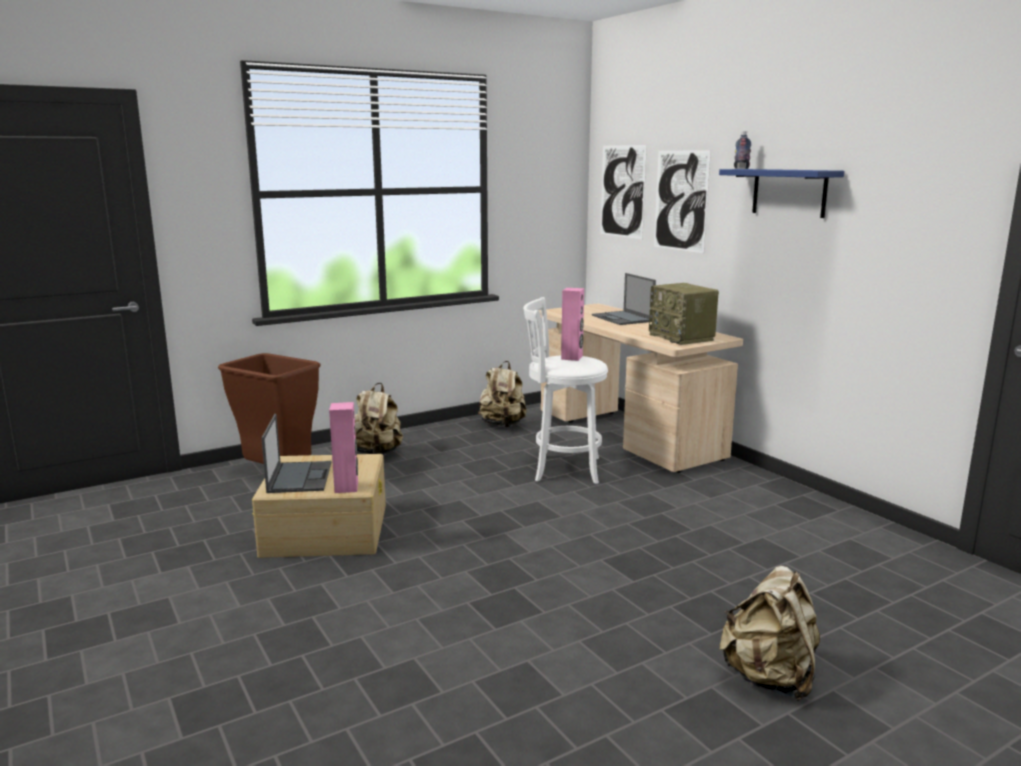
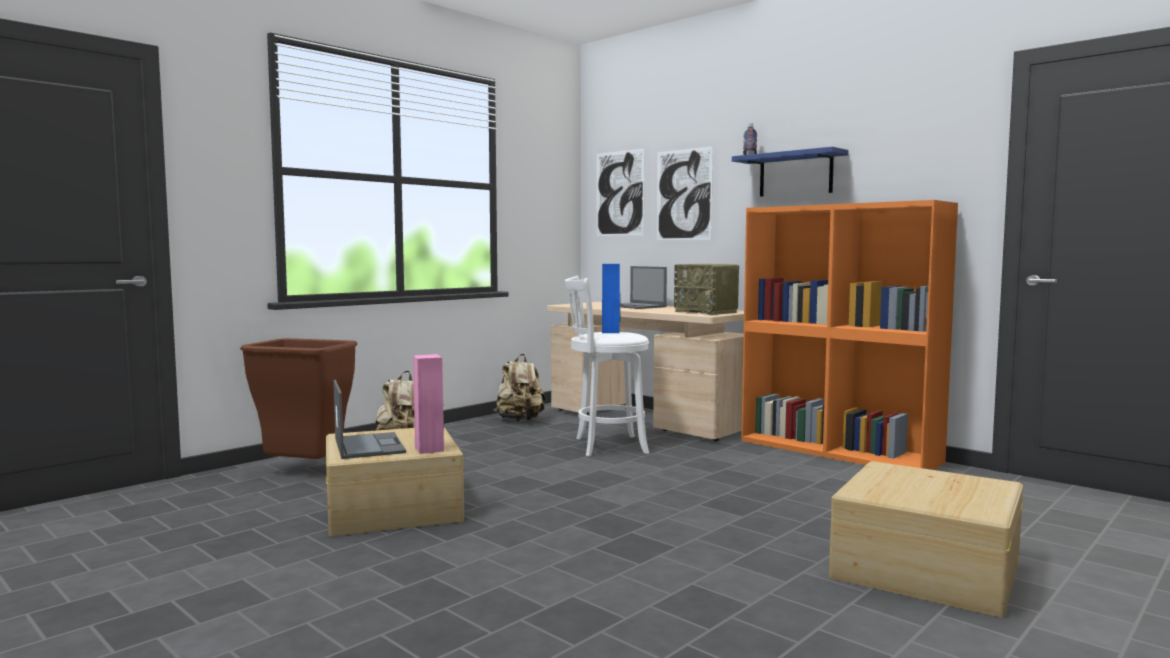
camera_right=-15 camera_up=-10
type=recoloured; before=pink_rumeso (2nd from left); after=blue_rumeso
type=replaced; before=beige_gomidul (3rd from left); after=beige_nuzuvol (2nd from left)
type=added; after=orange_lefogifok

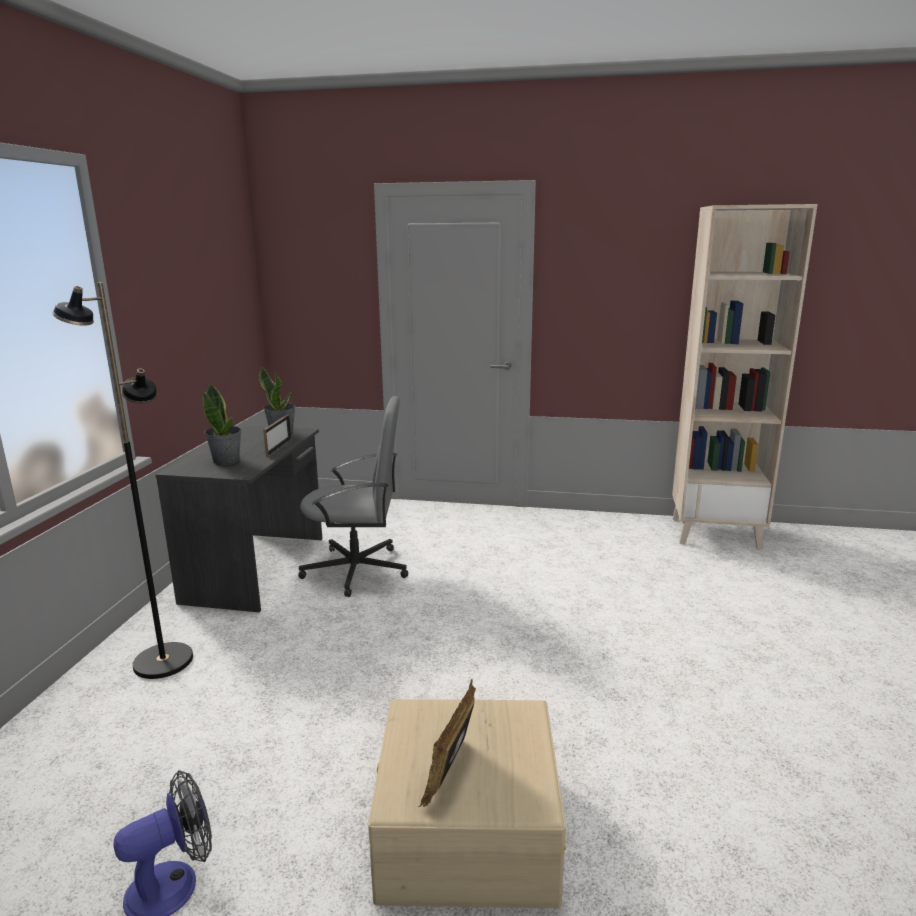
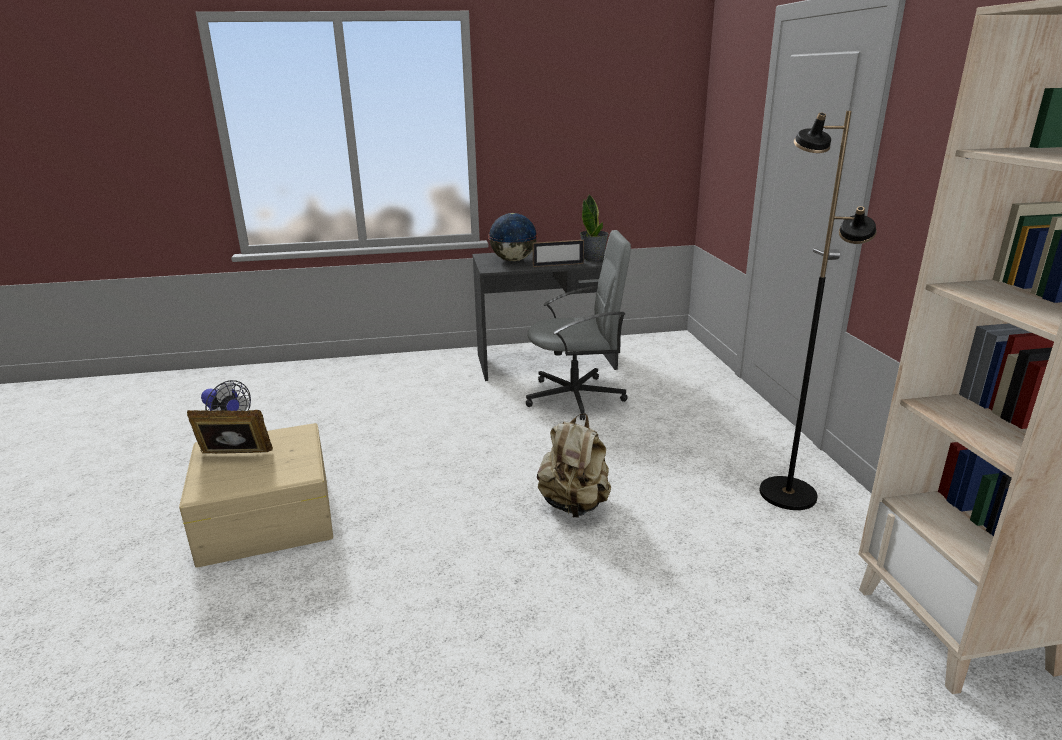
camera_right=70 camera_up=5
type=moved; before=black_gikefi
type=replaced; before=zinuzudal (1st from left); after=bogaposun
type=turned; before=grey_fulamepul; turn=-75
type=added; after=beige_gomidul

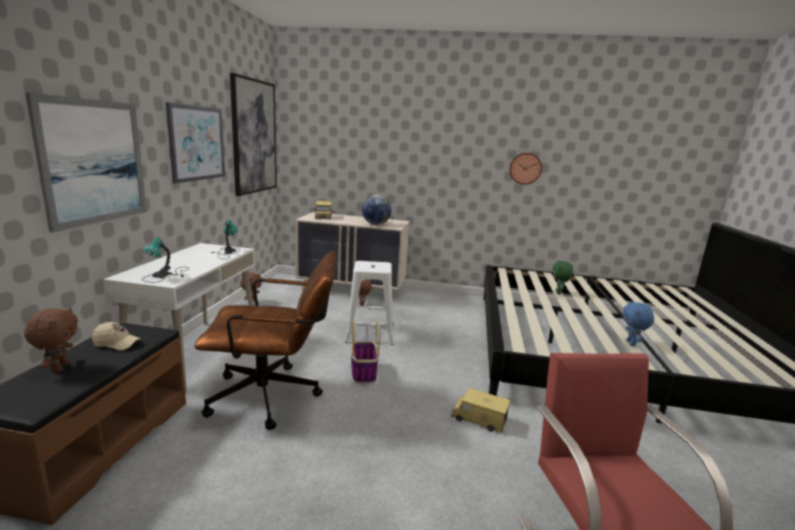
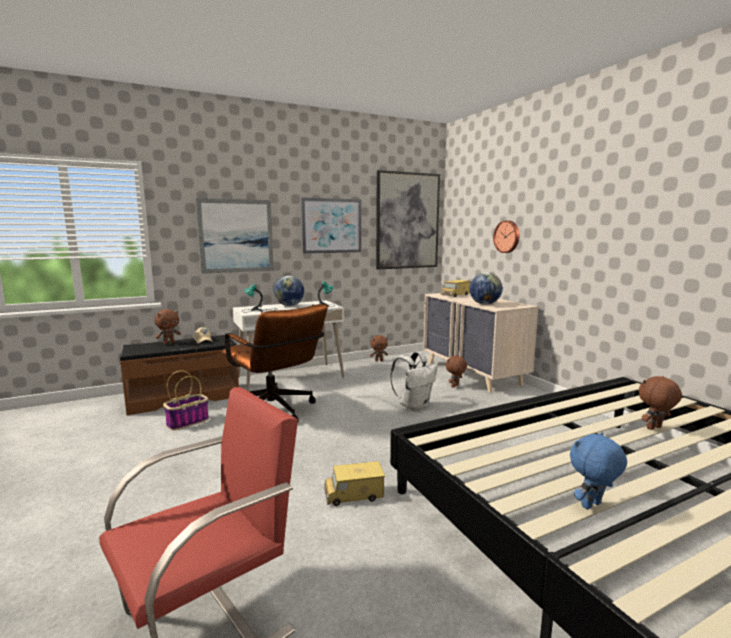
camera_right=55 camera_up=-5
type=moved; before=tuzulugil
type=replaced; before=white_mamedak; after=white_gomidul
type=recoloured; before=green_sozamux; after=brown_sozamux (4th from left)
type=moved; before=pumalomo
type=turned; before=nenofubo (2nd from left in the first image); turn=-90
type=added; after=bogaposun (1st from left)

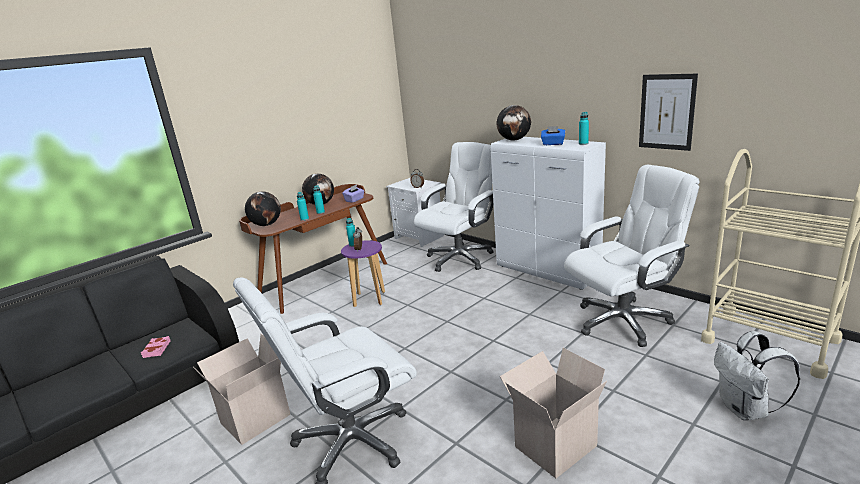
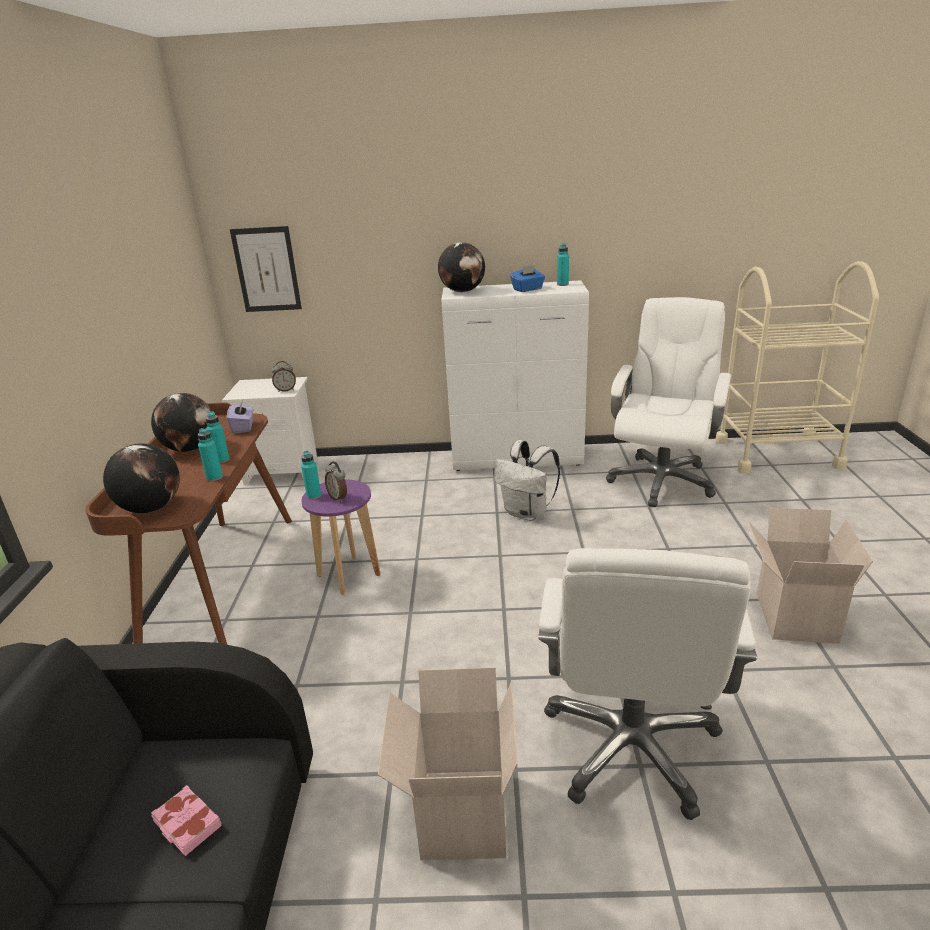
camera_right=-45 camera_up=5
type=moved; before=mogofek
type=removed; before=white_fulamepul (2nd from left)
type=moved; before=white_gomidul

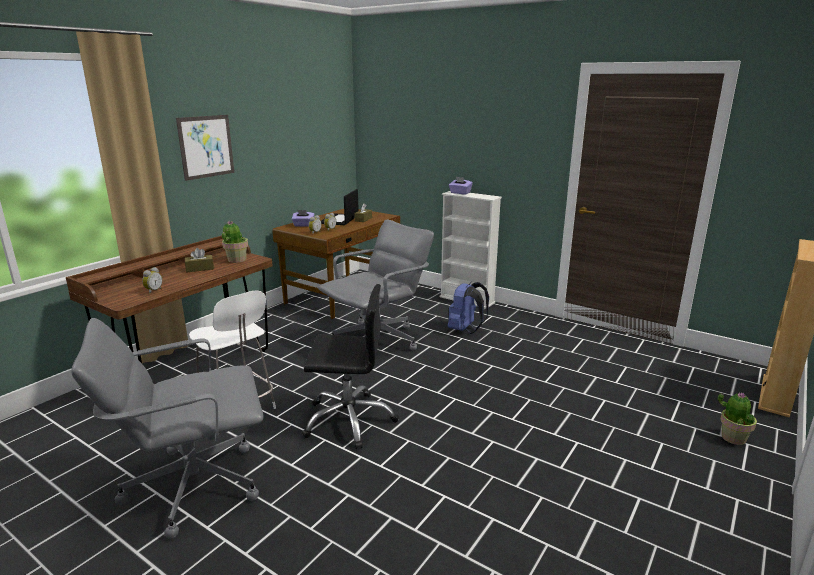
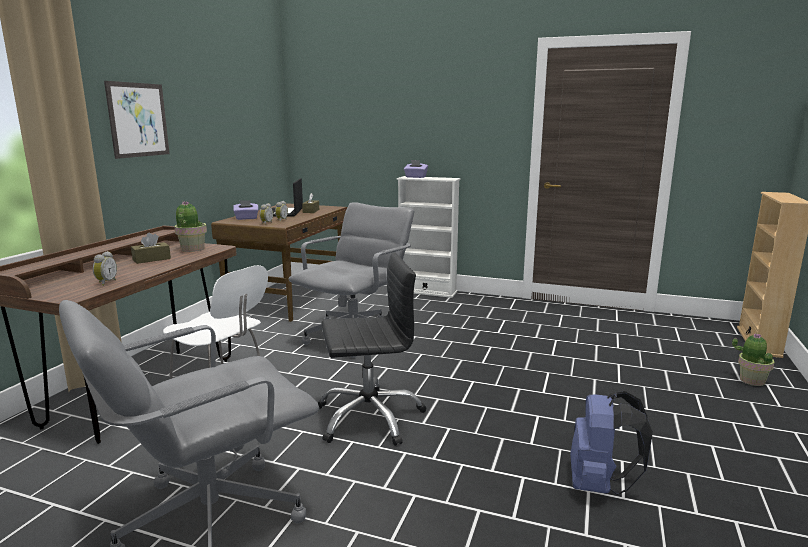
camera_right=-15 camera_up=-5
type=moved; before=blue_gomidul

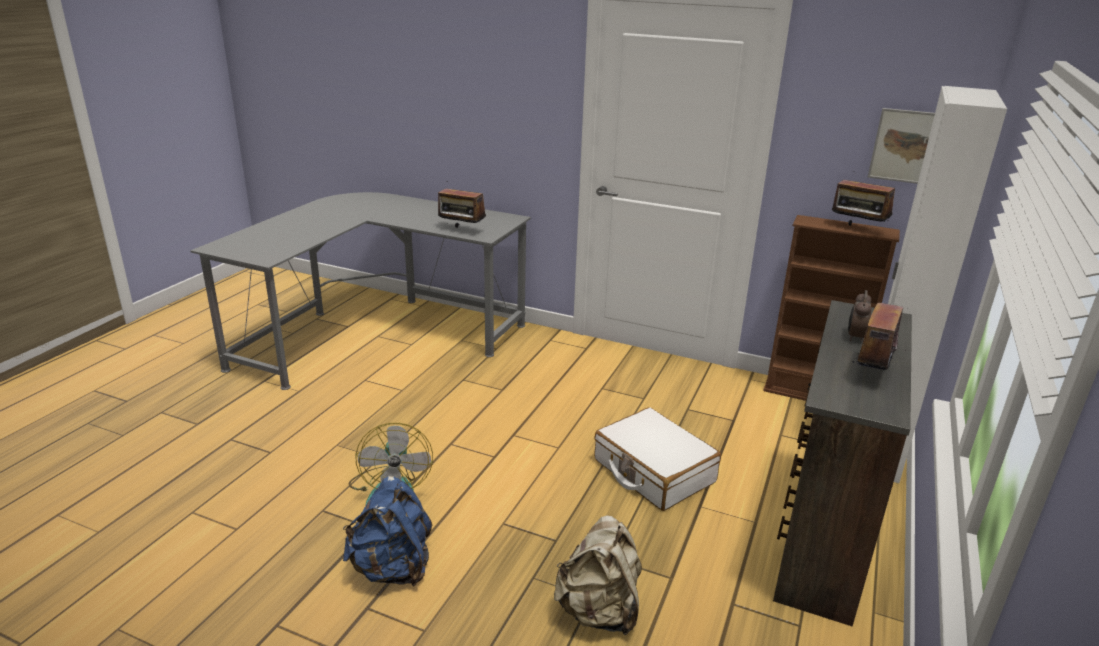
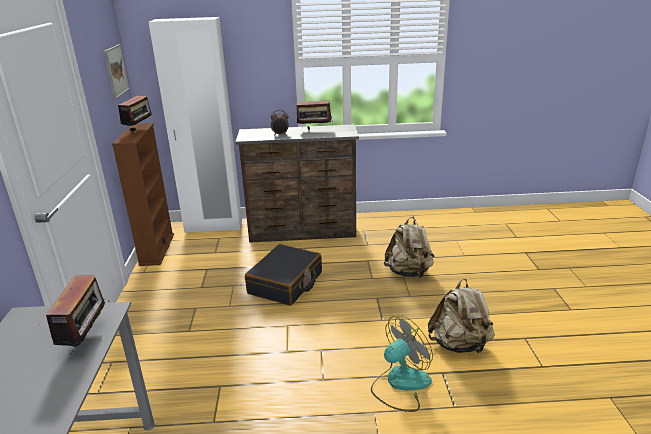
camera_right=-115 camera_up=0
type=recoloured; before=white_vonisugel; after=black_vonisugel
type=recoloured; before=blue_gomidul; after=beige_gomidul (2nd from left)

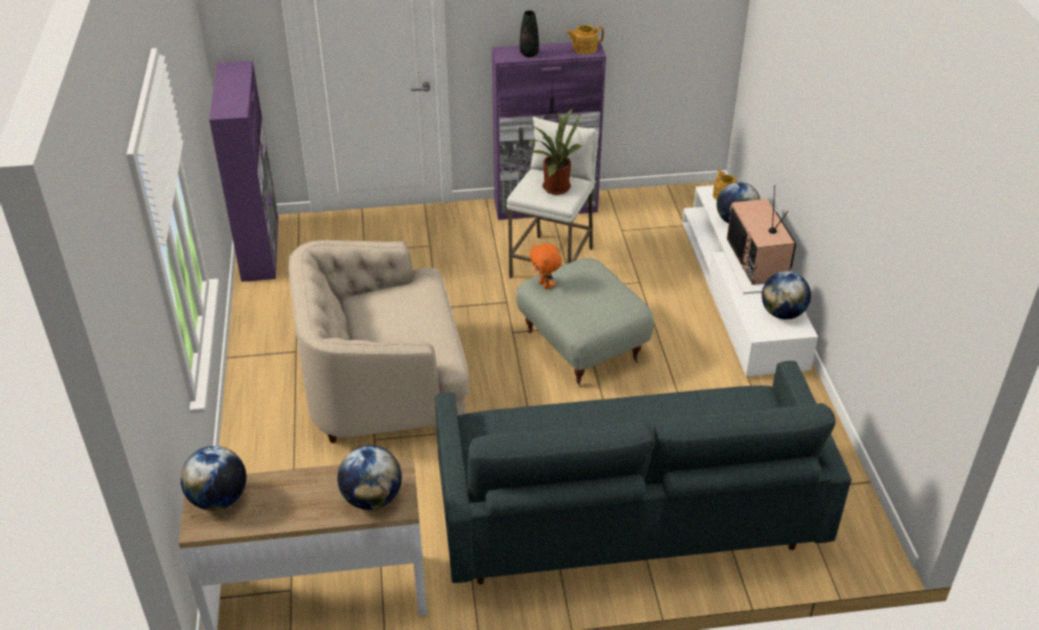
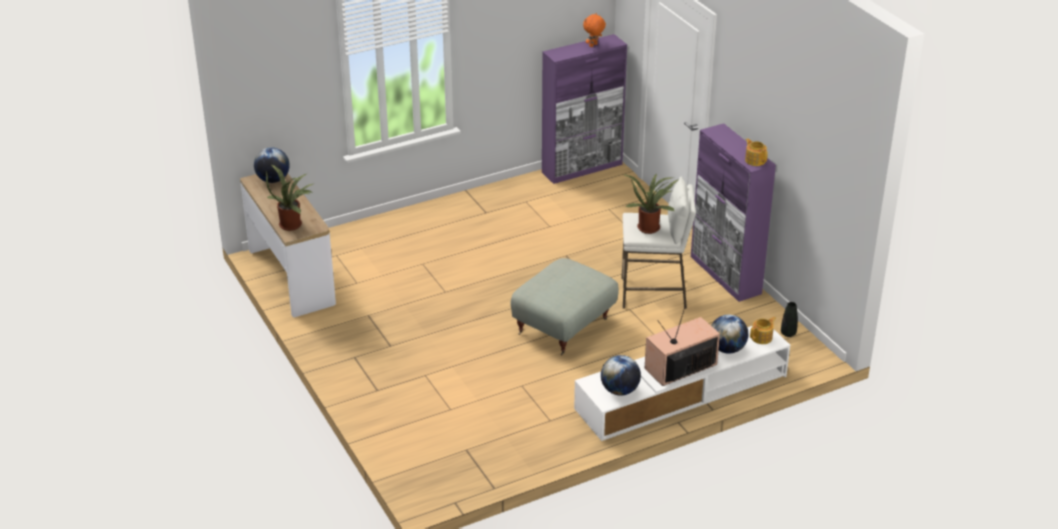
camera_right=70 camera_up=-5
type=moved; before=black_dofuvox
type=removed; before=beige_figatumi
type=moved; before=orange_sozamux
type=removed; before=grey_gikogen
type=replaced; before=bogaposun (2nd from left); after=zinuzudal (1st from left)

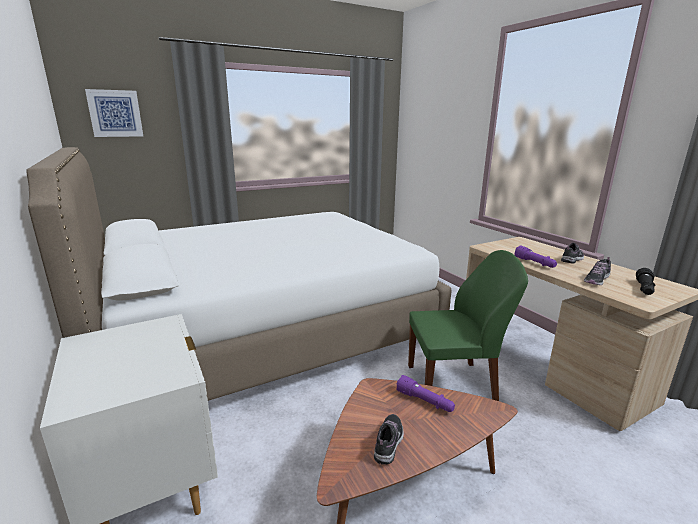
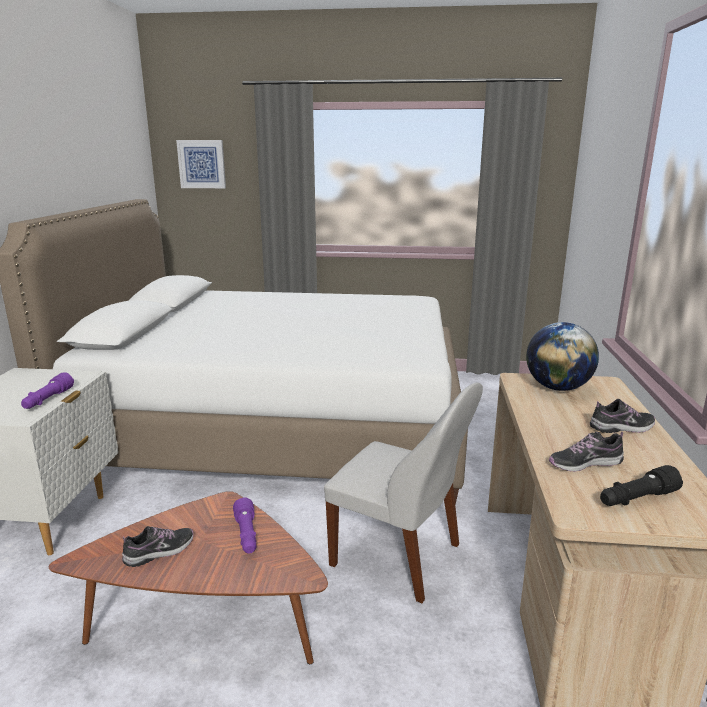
camera_right=35 camera_up=0
type=moved; before=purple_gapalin (2nd from left in the first image); after=purple_gapalin (1st from left)
type=recoloured; before=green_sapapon; after=white_sapapon
type=added; after=bogaposun

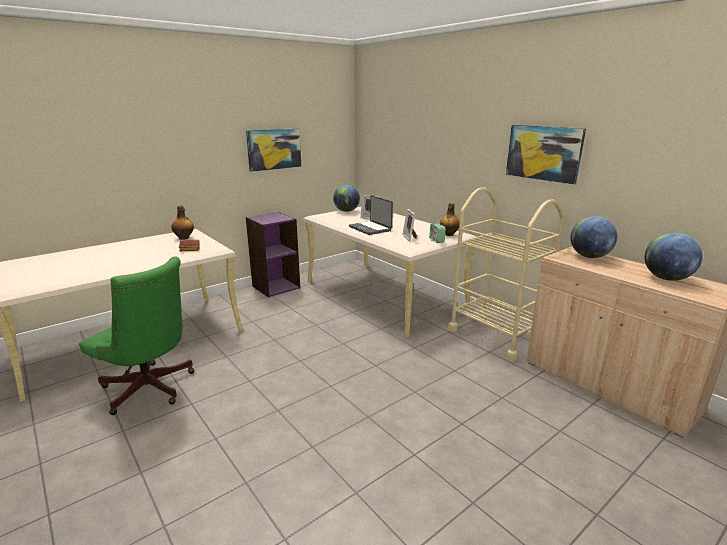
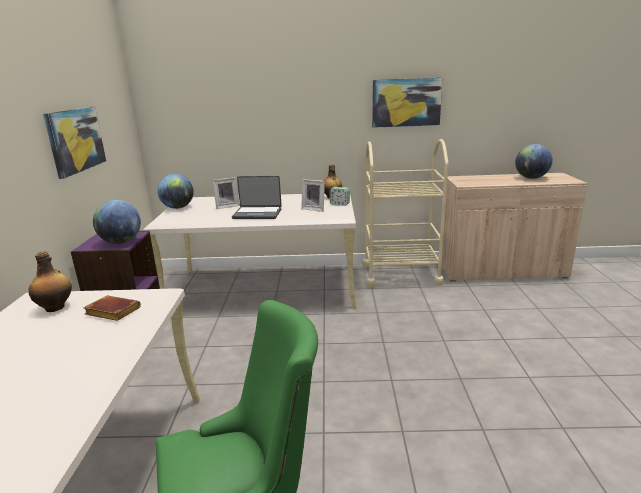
camera_right=-50 camera_up=0
type=moved; before=bogaposun (2nd from left in the first image); after=bogaposun (1st from left)

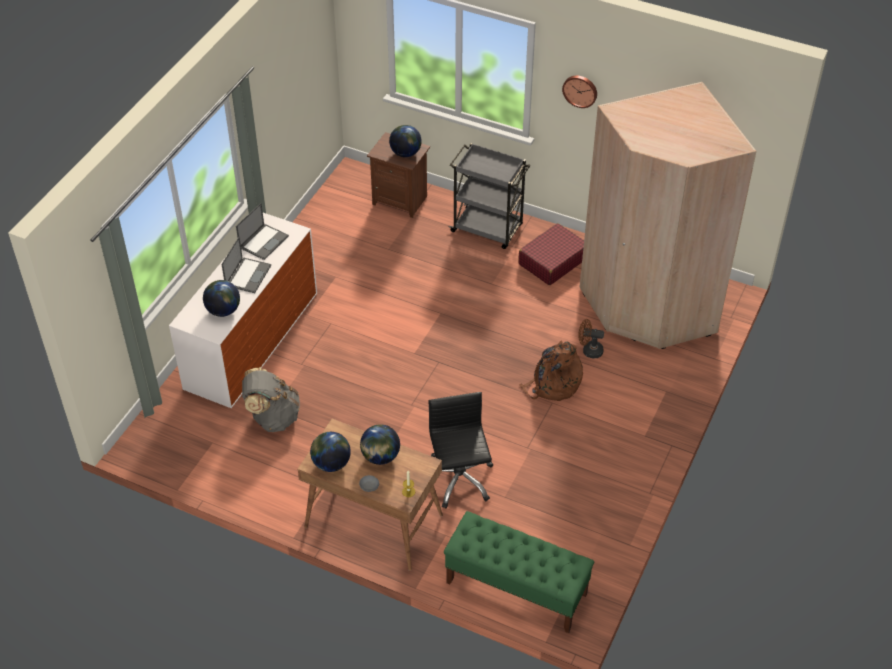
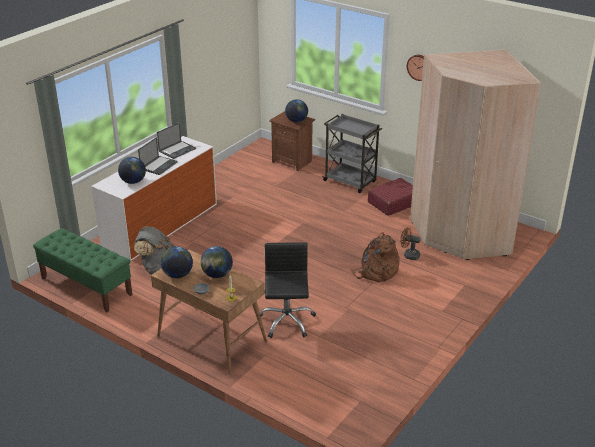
camera_right=10 camera_up=-15
type=moved; before=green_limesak

